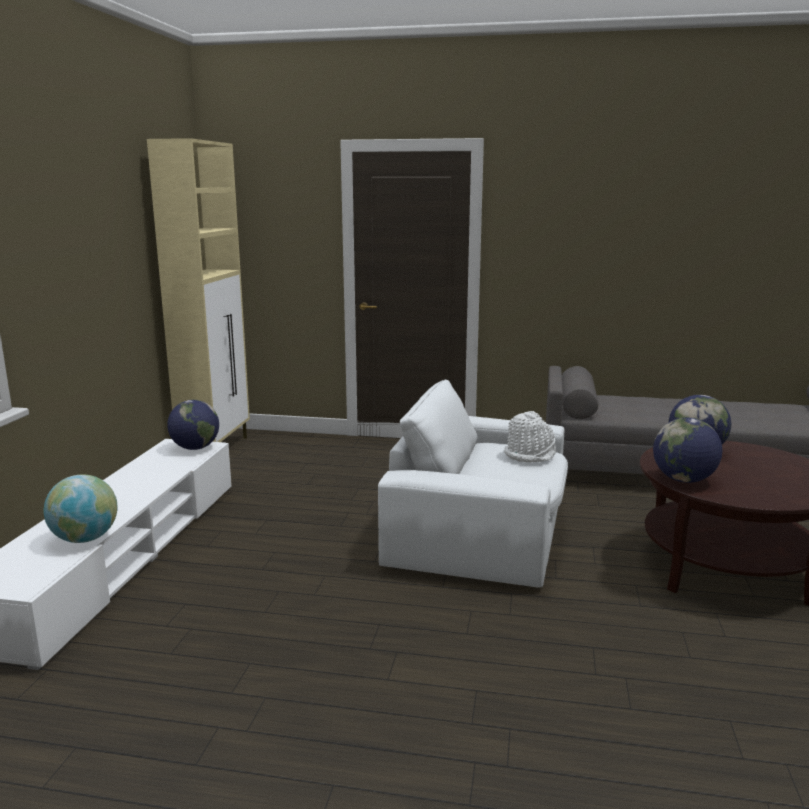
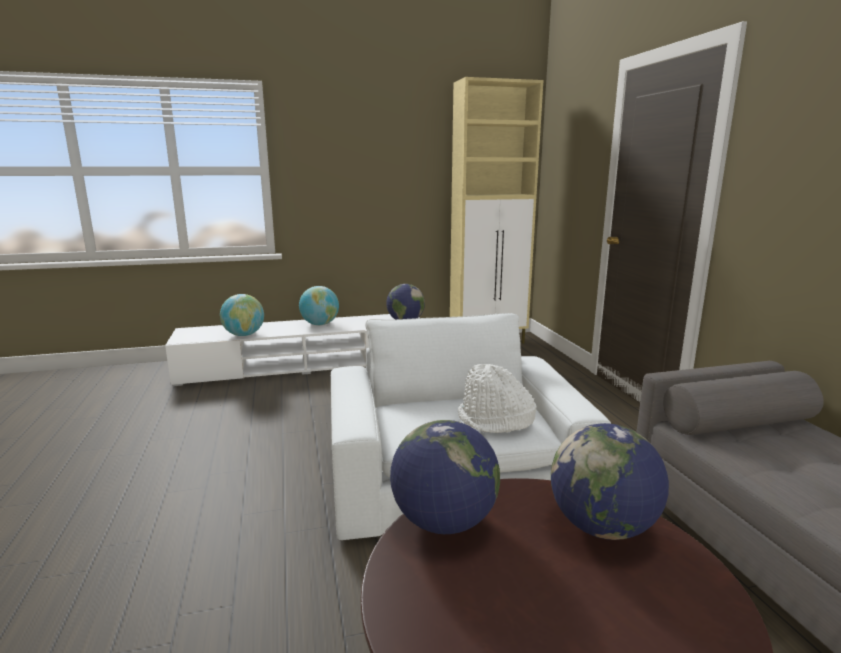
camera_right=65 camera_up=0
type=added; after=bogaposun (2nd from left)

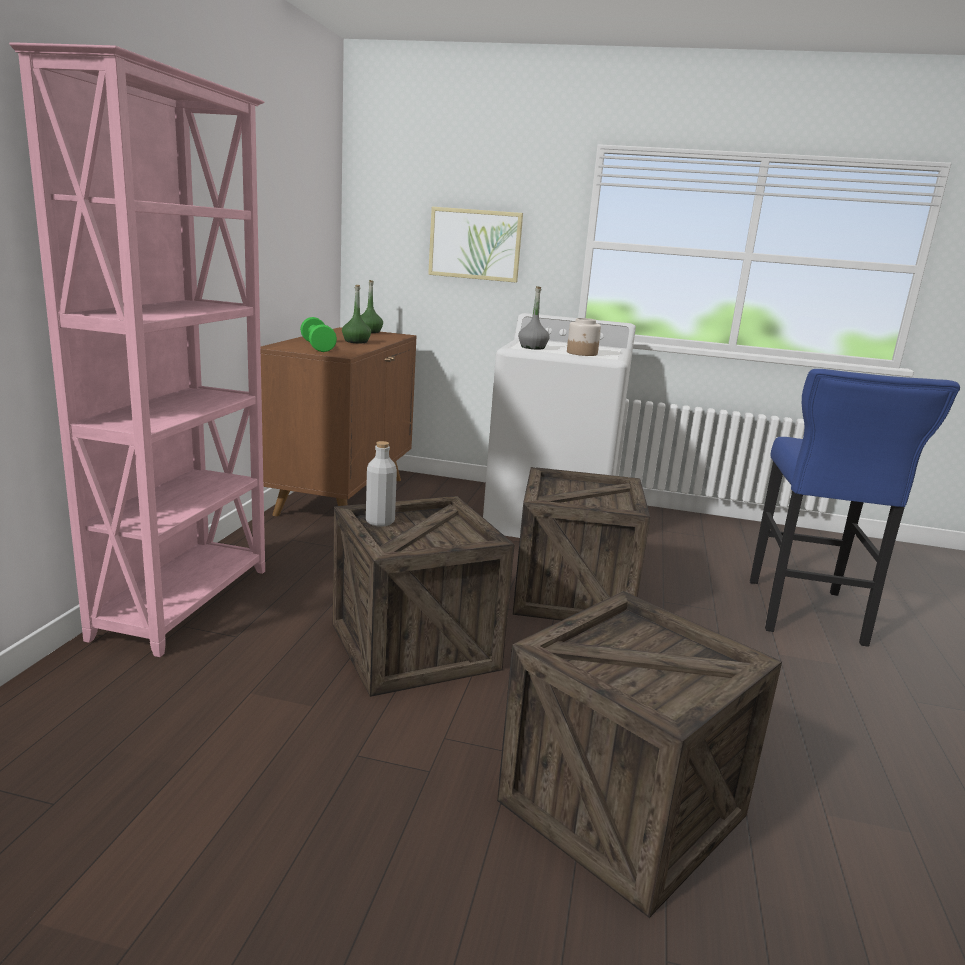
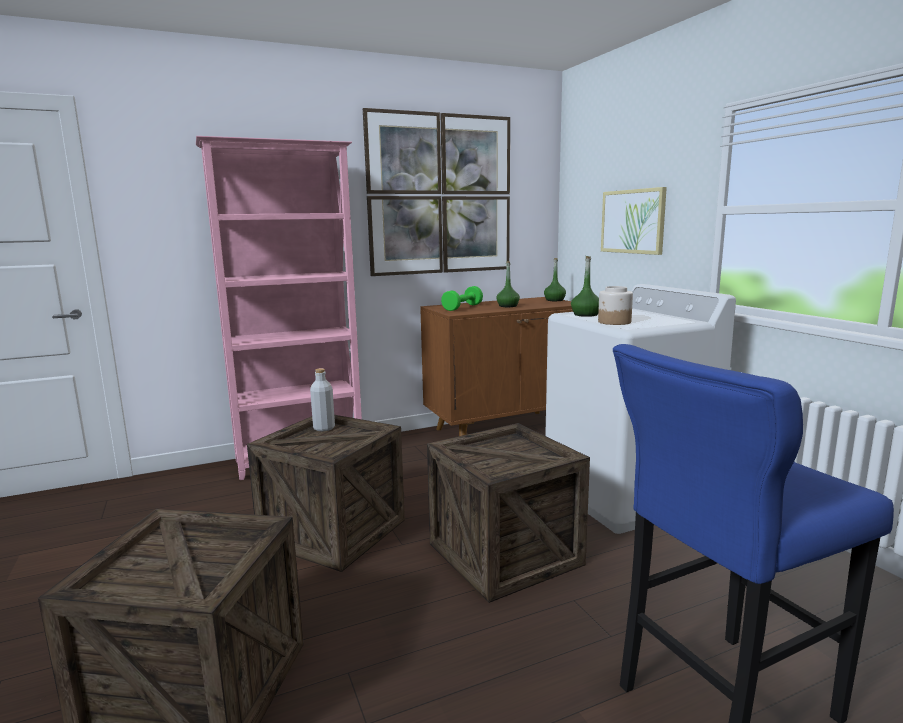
camera_right=55 camera_up=-5
type=recoloured; before=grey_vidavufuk (2nd from left); after=green_vidavufuk (3rd from left)
type=added; after=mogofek (1st from left)

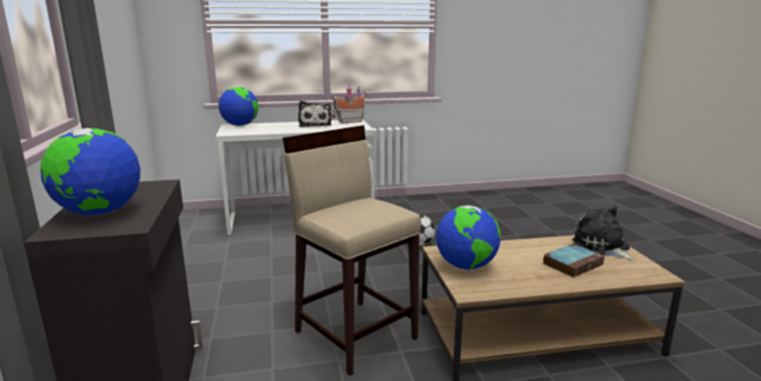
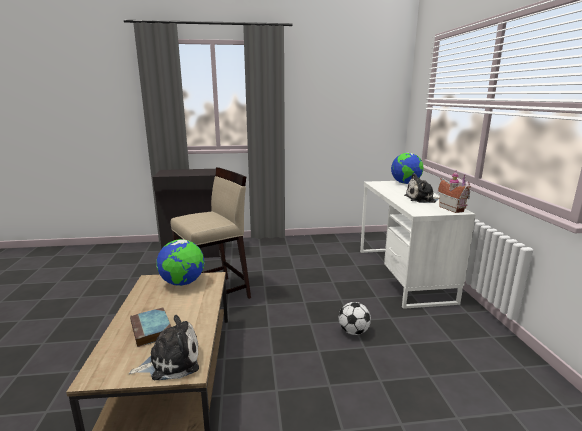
camera_right=95 camera_up=0
type=removed; before=bogaposun (1st from left)

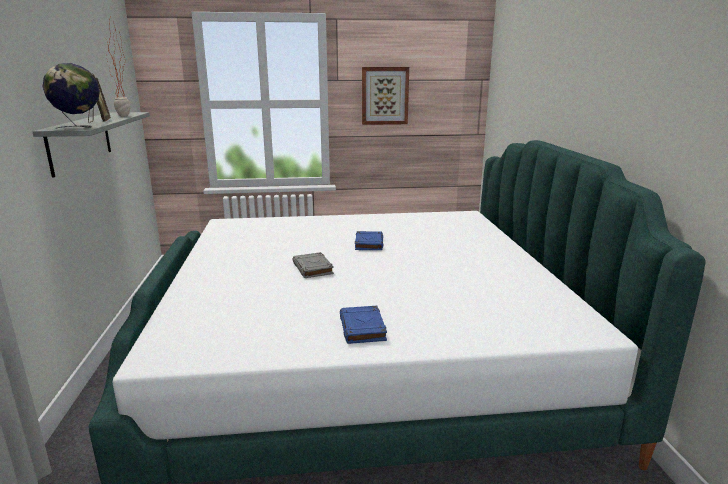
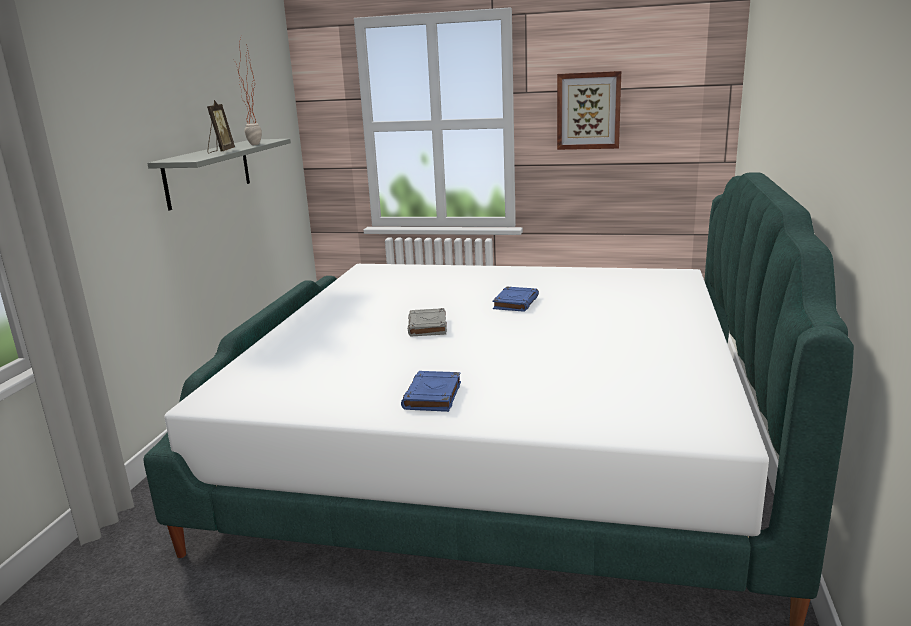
camera_right=20 camera_up=0
type=removed; before=bogaposun

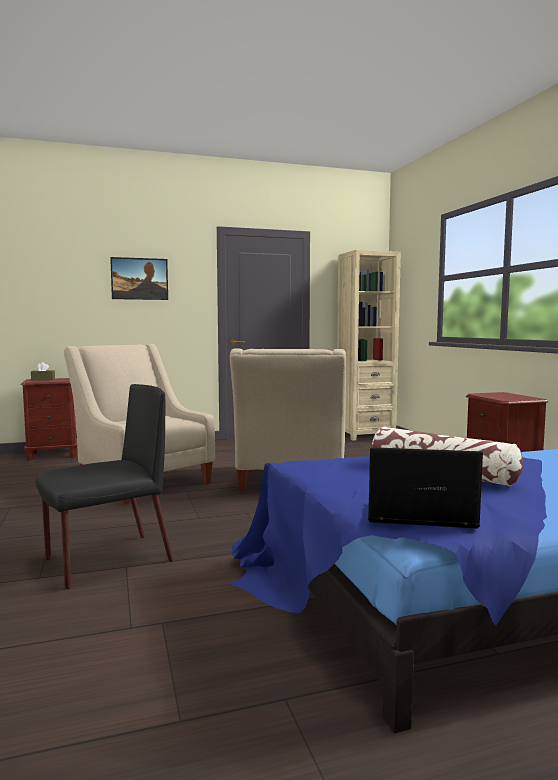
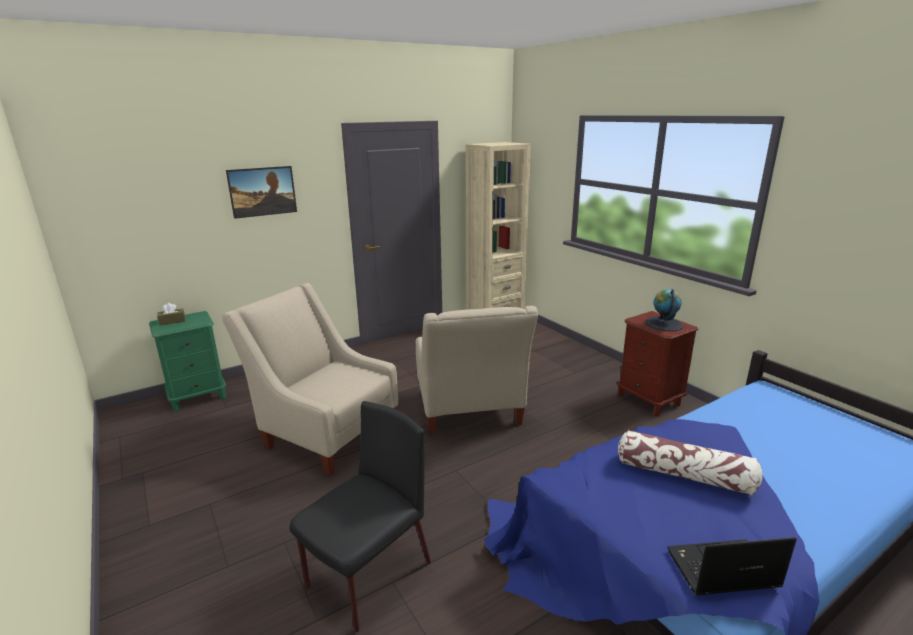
camera_right=-15 camera_up=15
type=recoloured; before=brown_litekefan (1st from left); after=green_litekefan
type=added; after=bogaposun

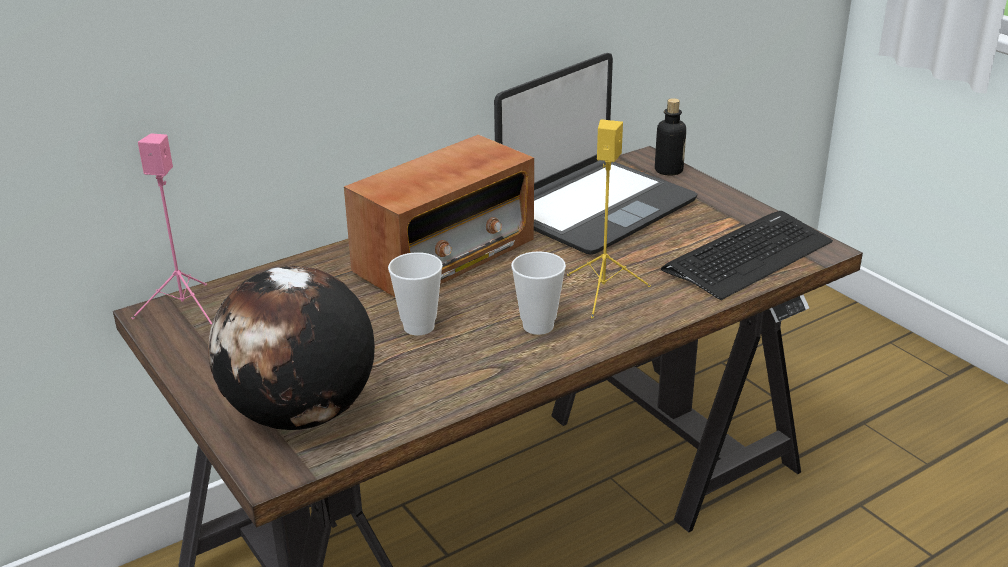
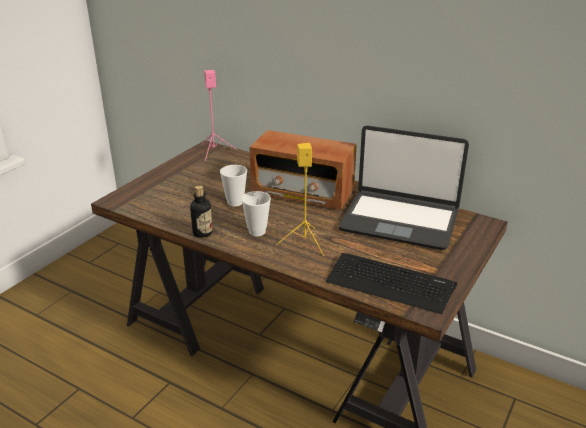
camera_right=65 camera_up=0
type=moved; before=vidavufuk
type=removed; before=bogaposun

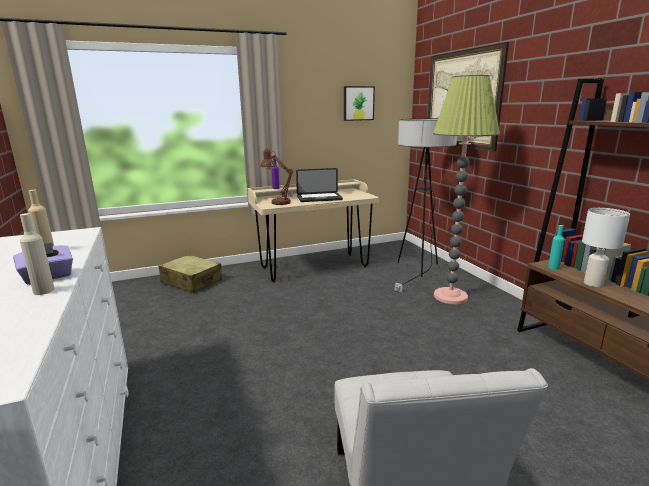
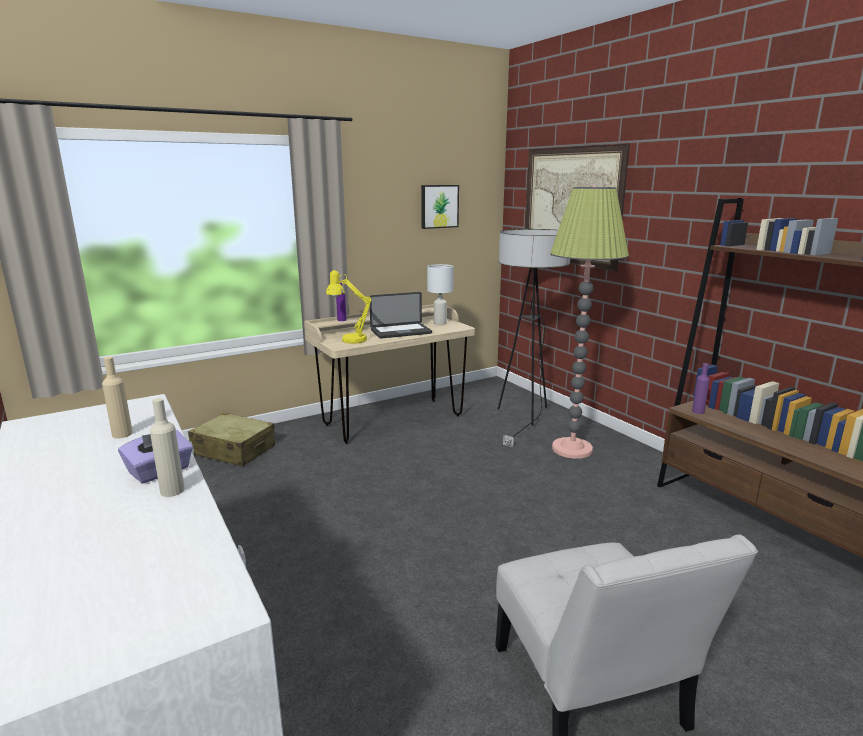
camera_right=-10 camera_up=0
type=recoloured; before=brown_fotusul; after=yellow_fotusul
type=moved; before=white_fotusul
type=recoloured; before=turquoise_vidavufuk; after=purple_vidavufuk (2nd from left)

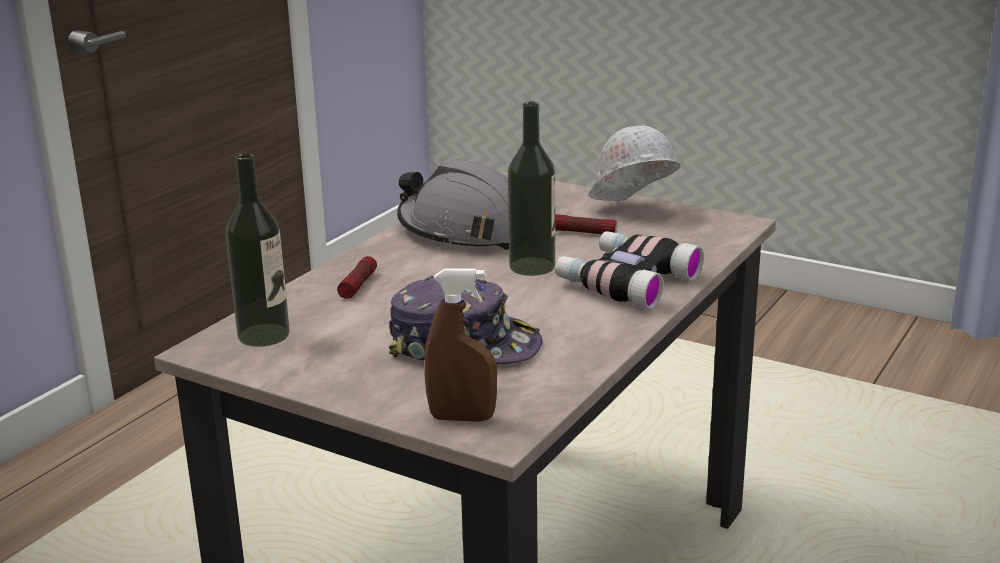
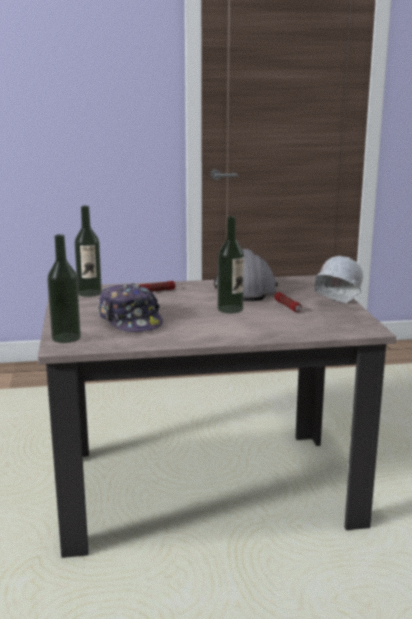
camera_right=50 camera_up=-5
type=removed; before=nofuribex
type=replaced; before=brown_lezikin; after=vidavufuk (1st from left)

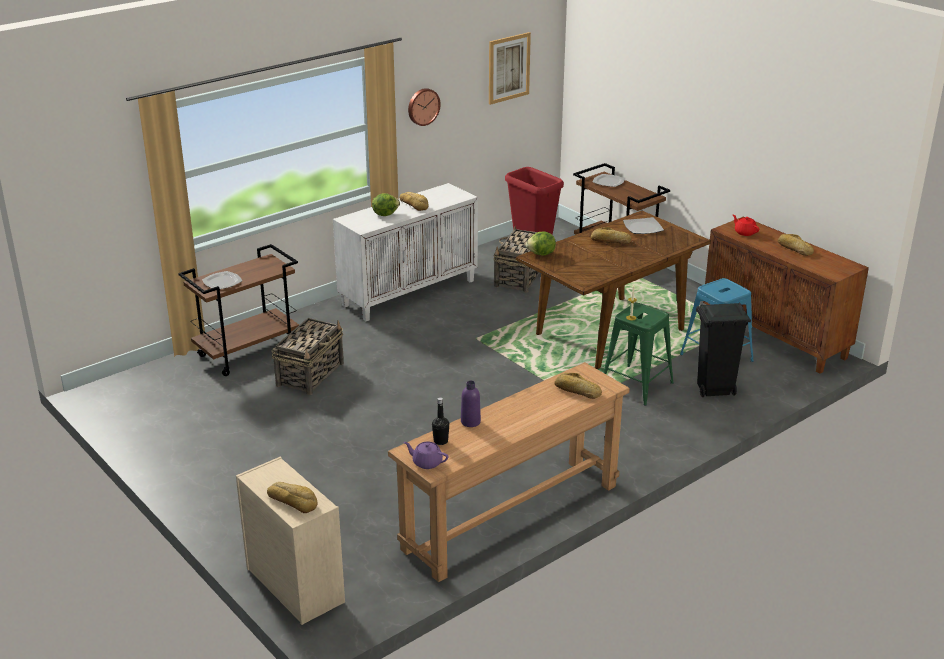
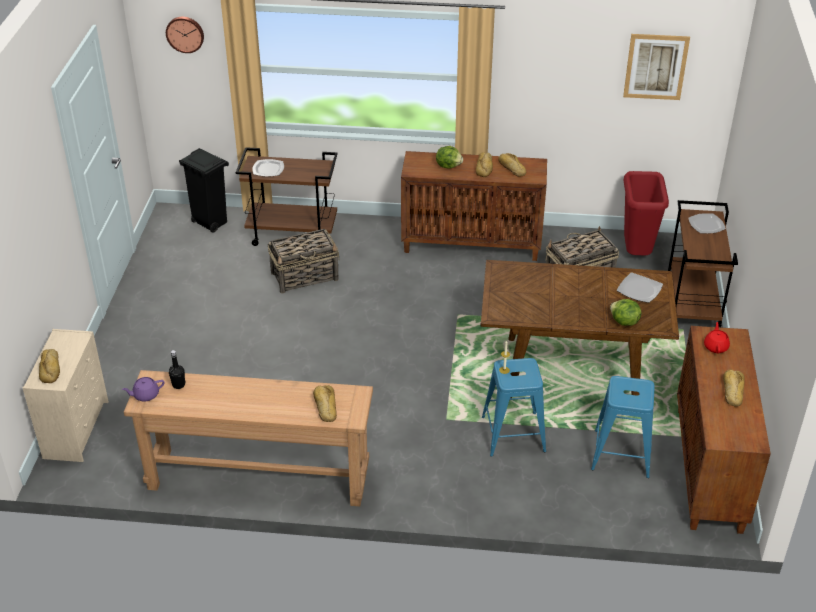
camera_right=45 camera_up=10
type=moved; before=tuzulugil
type=recoloured; before=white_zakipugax; after=brown_zakipugax (1st from left)
type=moved; before=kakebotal (4th from left)
type=moved; before=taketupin (2nd from left)
type=moved; before=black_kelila
type=recoloured; before=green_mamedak; after=blue_mamedak (1st from left)
type=removed; before=purple_vidavufuk
type=turned; before=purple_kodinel; turn=-90

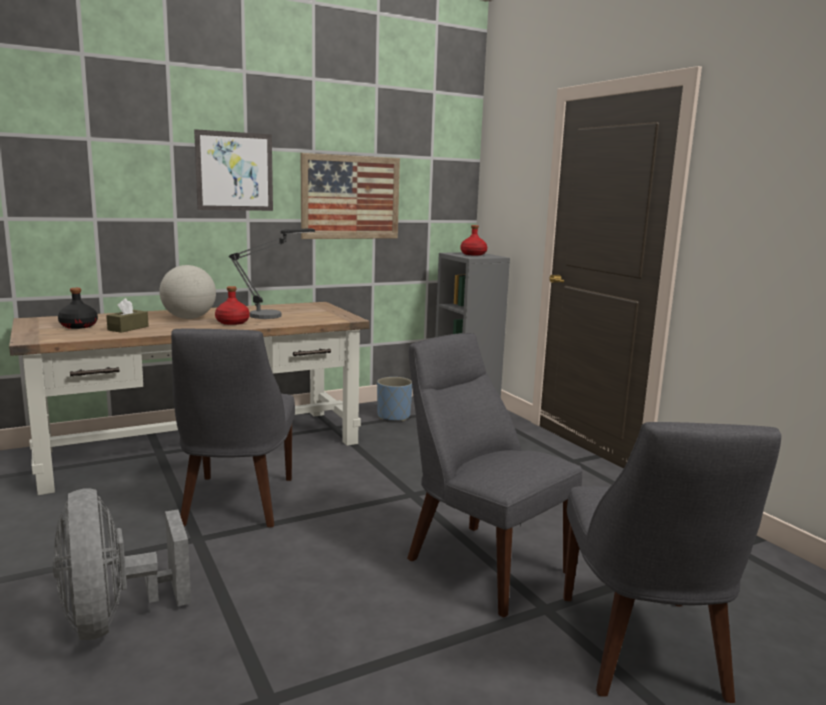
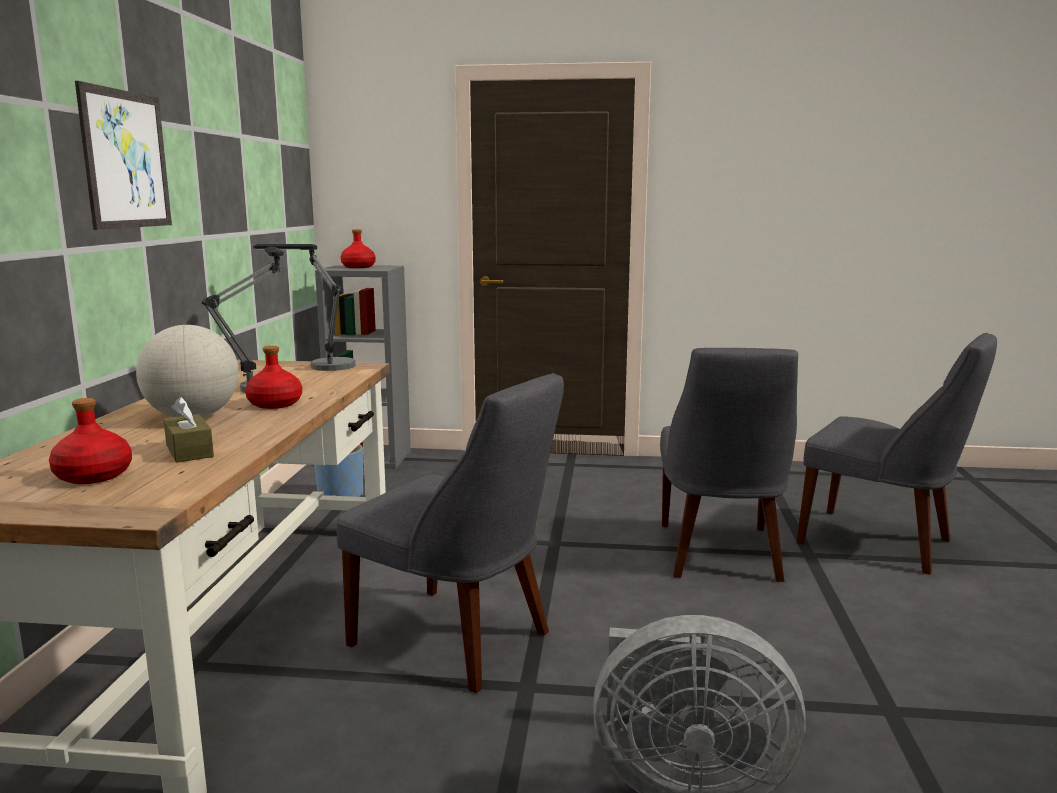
camera_right=-55 camera_up=0
type=removed; before=mogofek (2nd from left)
type=recoloured; before=black_vidavufuk; after=red_vidavufuk (1st from left)
type=turned; before=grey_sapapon (2nd from left); turn=-75
type=added; after=fotusul (2nd from left)

